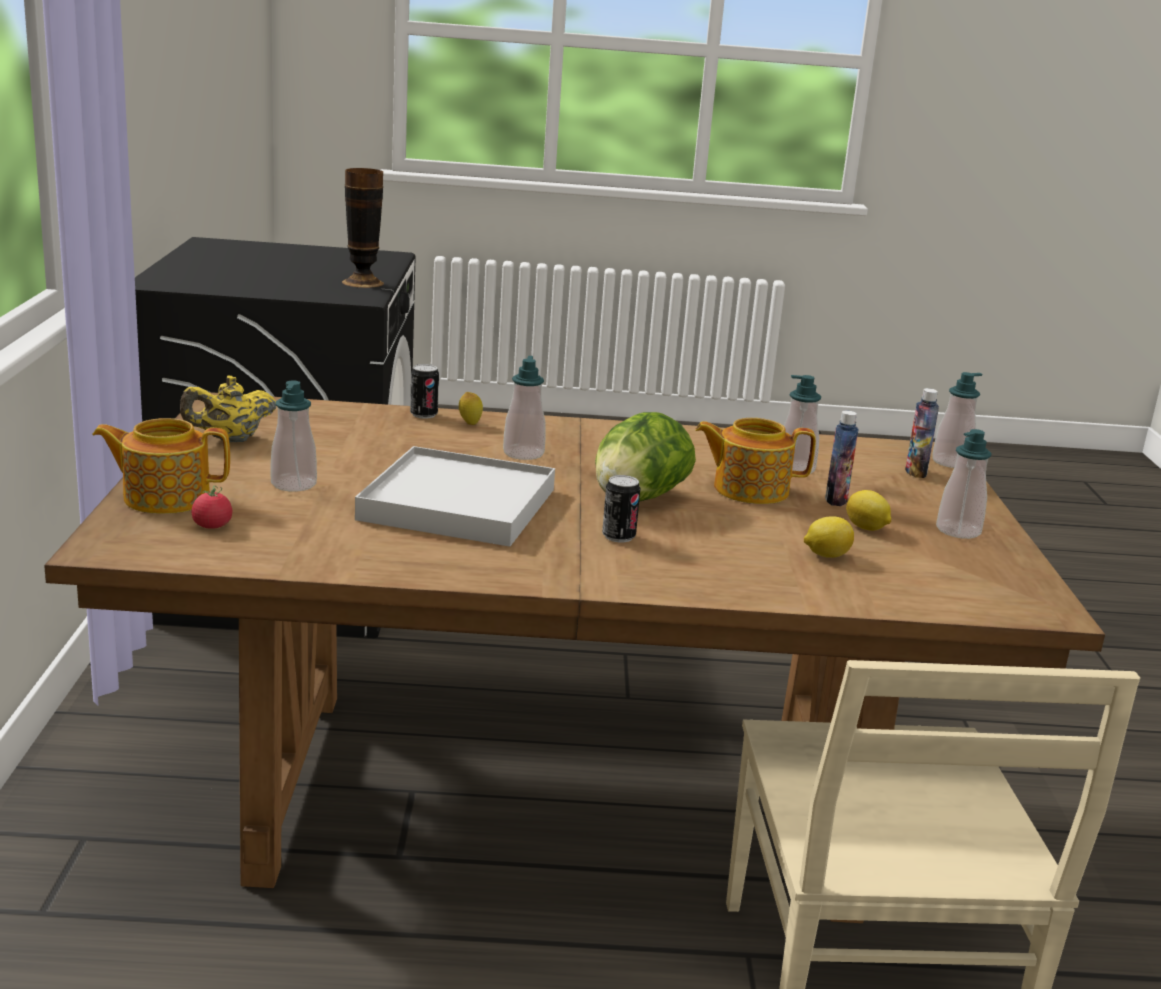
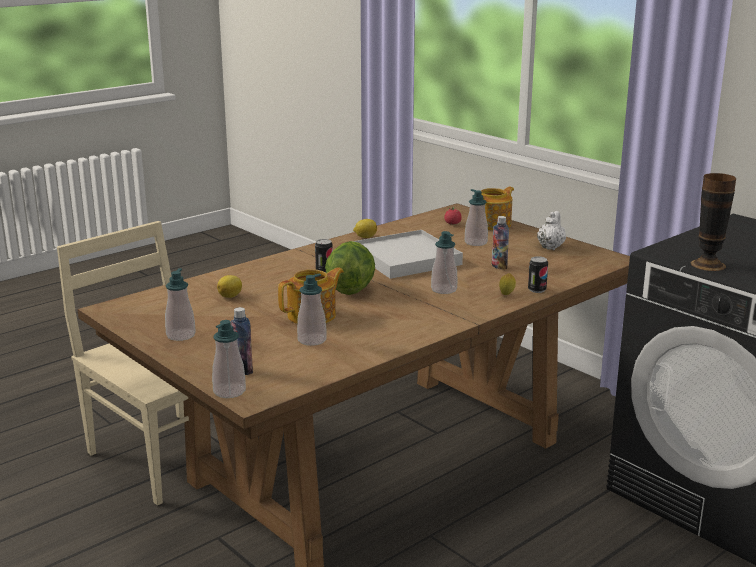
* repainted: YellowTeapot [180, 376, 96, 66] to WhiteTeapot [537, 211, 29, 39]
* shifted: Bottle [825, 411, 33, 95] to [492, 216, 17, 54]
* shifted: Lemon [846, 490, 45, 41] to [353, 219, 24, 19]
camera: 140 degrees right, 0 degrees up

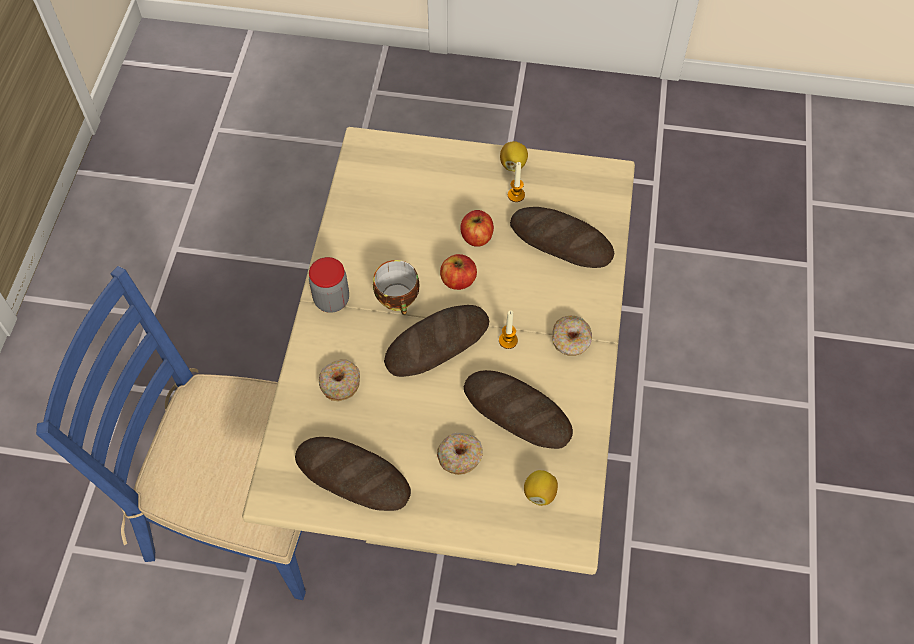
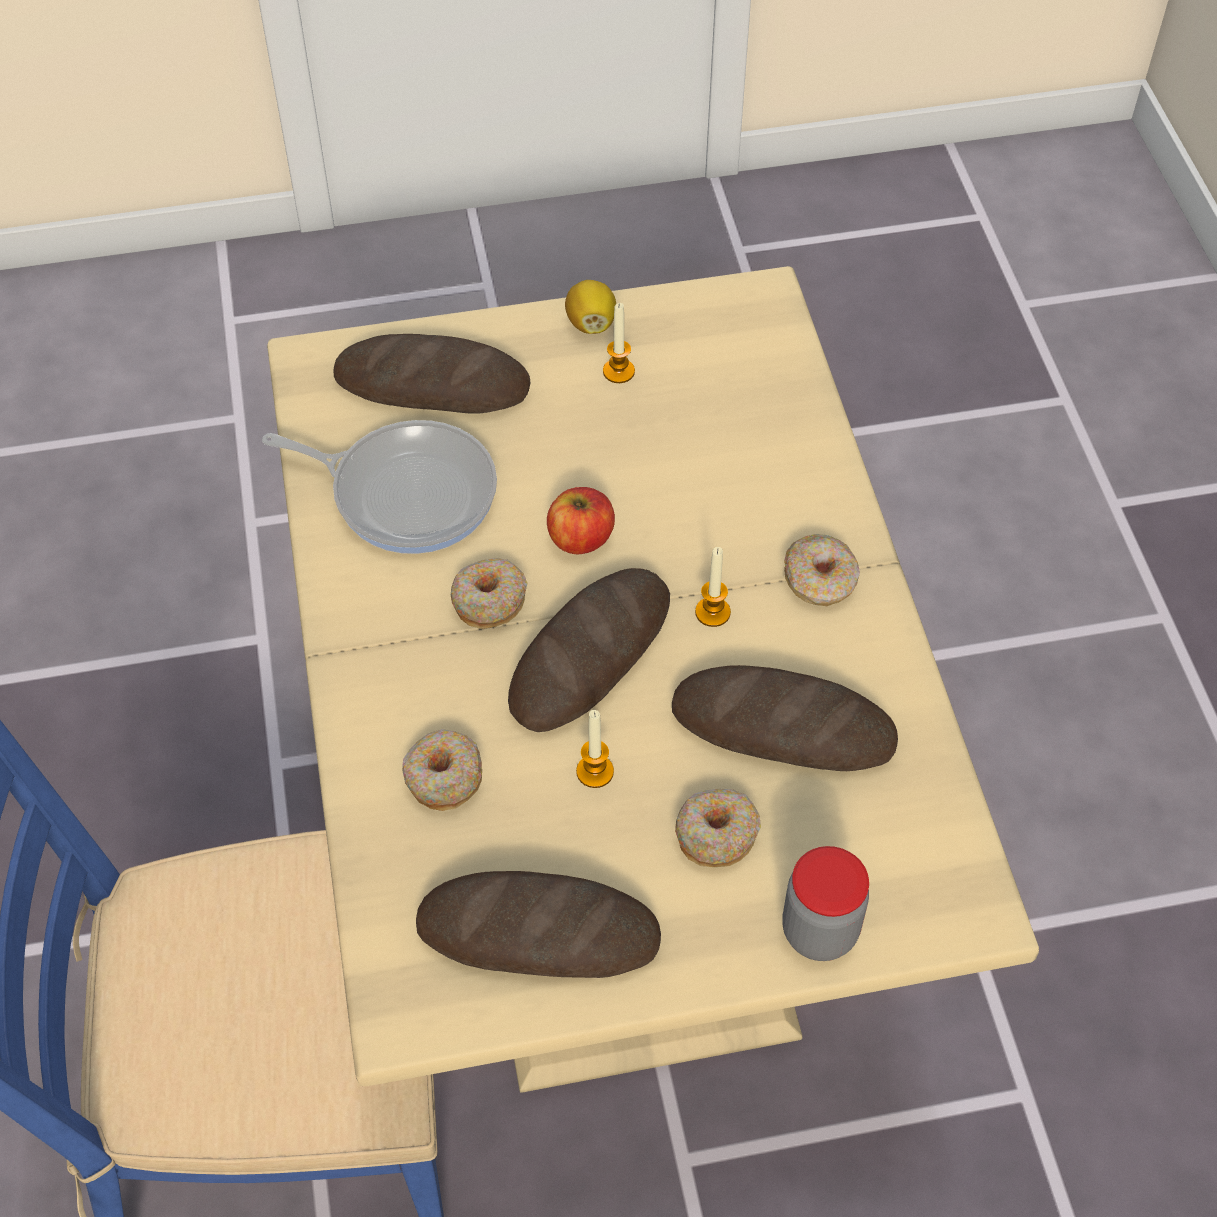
* shifted: Jar [309, 257, 40, 56] to [782, 846, 87, 115]
* swapped: Cup [373, 260, 46, 55] to Donut [451, 558, 76, 71]
* gone: Apple [460, 210, 34, 37]
* shifted: Bread [510, 207, 104, 61] to [334, 334, 196, 80]
* gone: Lemon [524, 470, 34, 36]
* new: FryingPan [262, 420, 235, 134]
* new: Candle [576, 710, 38, 78]
camera: 20 degrees left, 5 degrees down

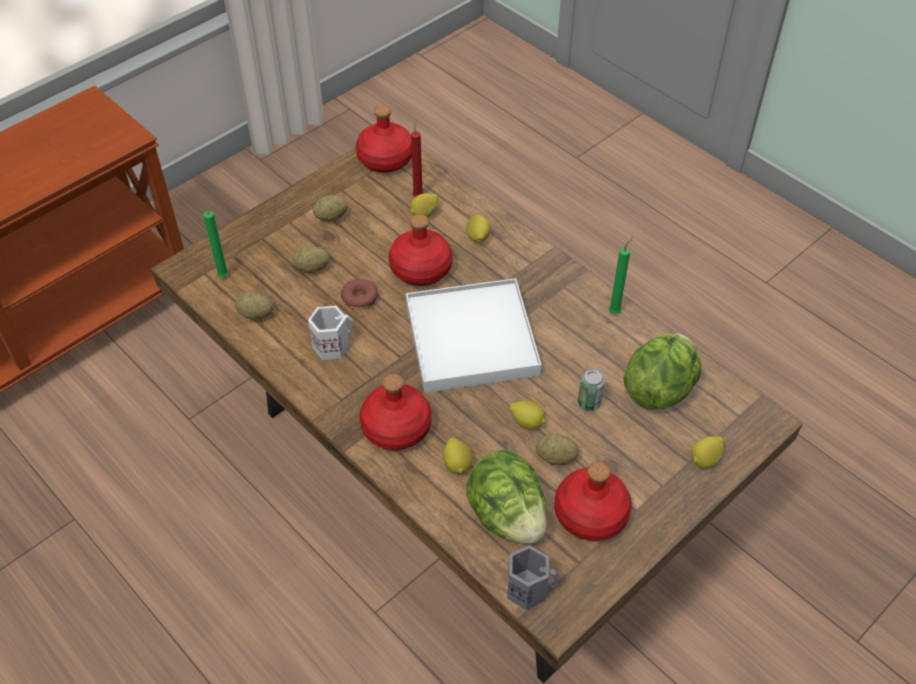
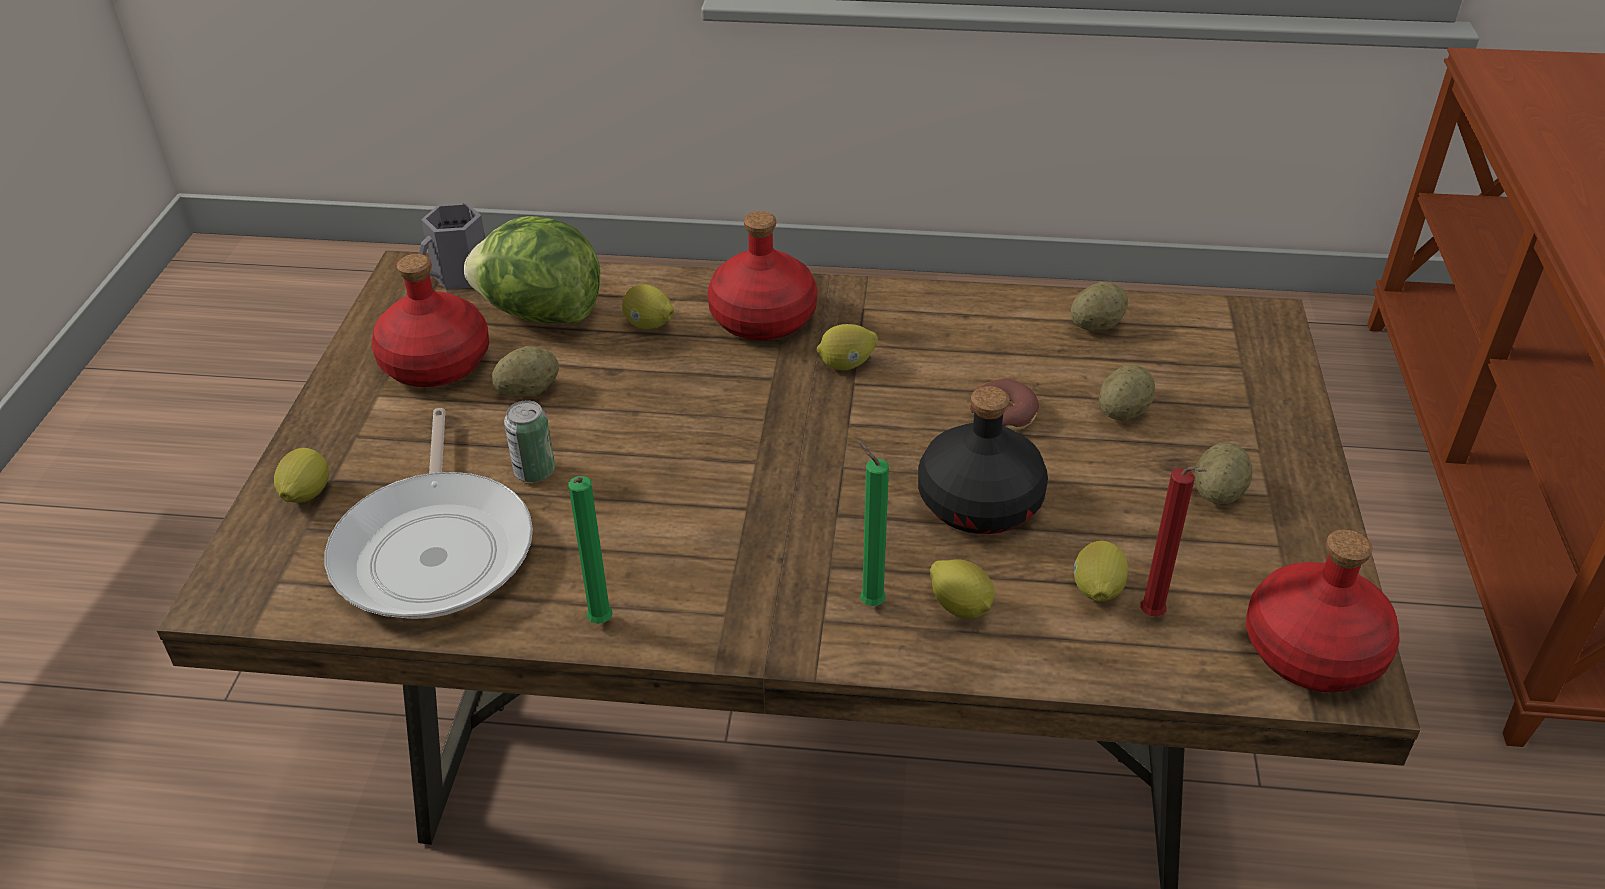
* shifted: GreenCandle [203, 211, 26, 67] to [858, 440, 31, 166]
* gone: WhiteMug [308, 306, 45, 54]
* repainted: RedBottle [389, 214, 64, 72] to BlackBottle [918, 386, 130, 148]
* gone: WhiteTray [406, 278, 135, 115]
* shifted: Lemon [509, 400, 36, 30] to [817, 324, 61, 46]
* swapped: Lettuce [623, 334, 78, 76] to FryingPan [325, 408, 208, 211]
camera: 140 degrees right, 10 degrees down

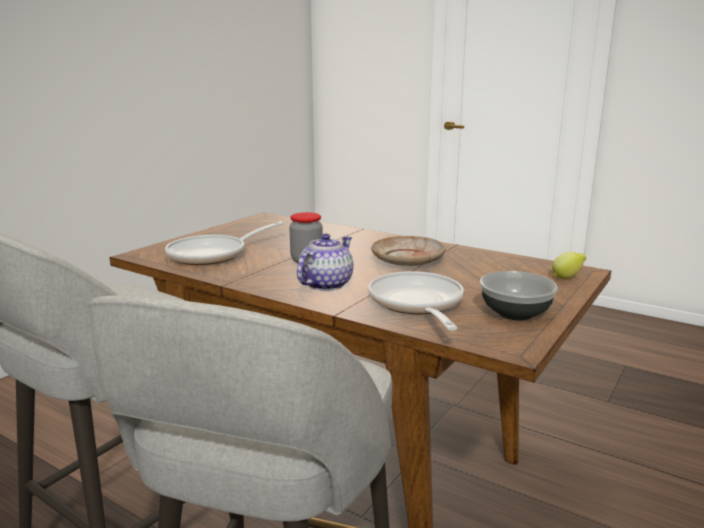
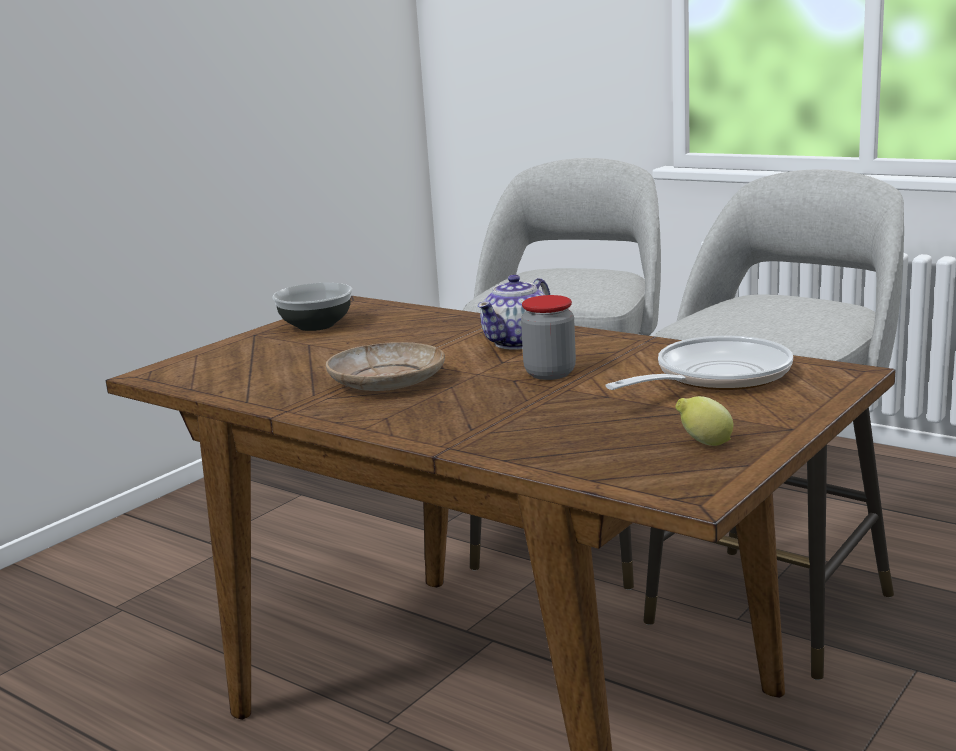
* gone: FryingPan [368, 271, 96, 60]
* shifted: Lemon [552, 252, 34, 27] to [675, 396, 58, 50]
camera: 175 degrees left, 0 degrees up

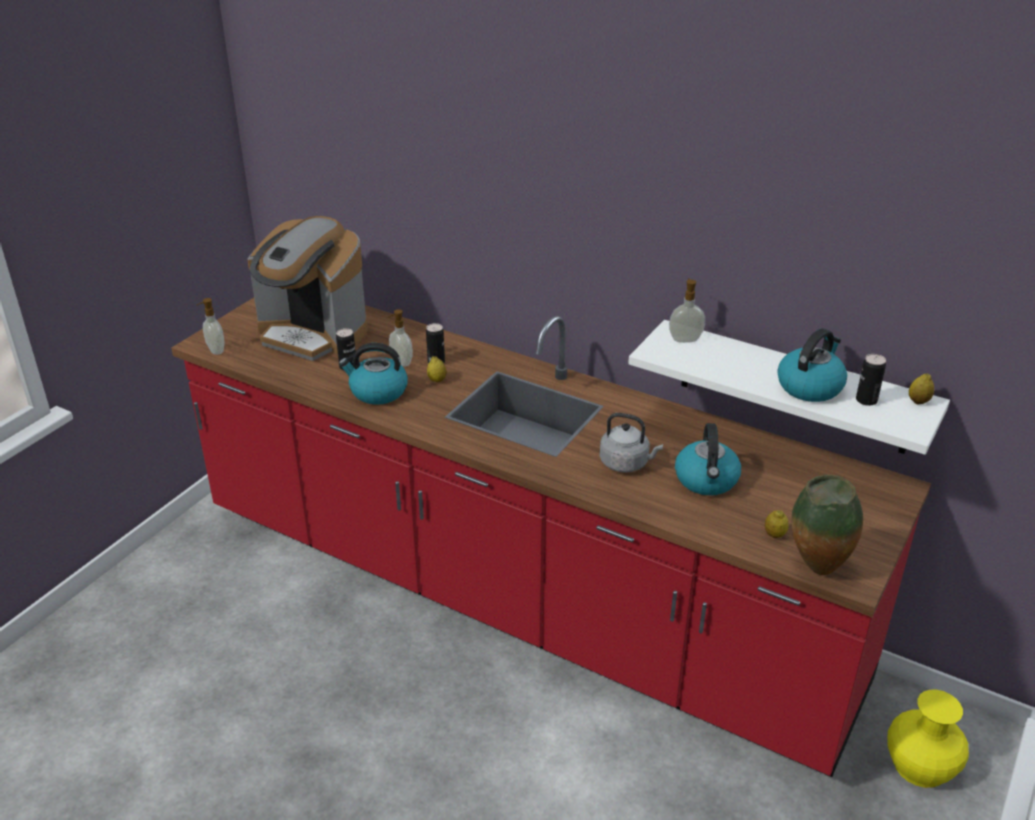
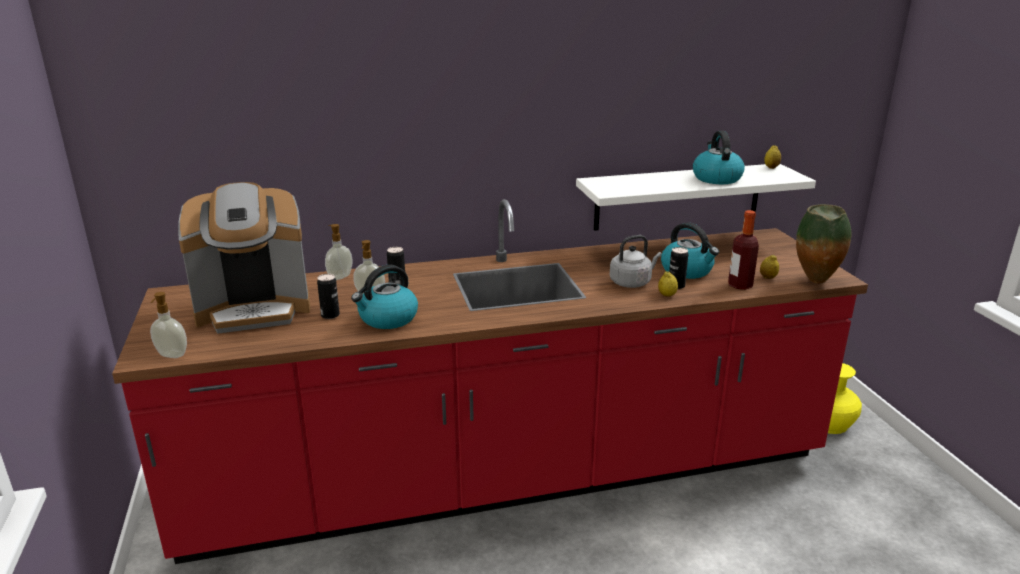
* shifted: Lemon [427, 356, 20, 26] to [658, 271, 20, 26]
* shifted: SoapDispenser [669, 278, 36, 65] to [325, 224, 27, 56]
* shifted: Can [856, 354, 30, 52] to [669, 247, 19, 42]
* new: Bottle [728, 210, 31, 80]
camera: 45 degrees left, 10 degrees down

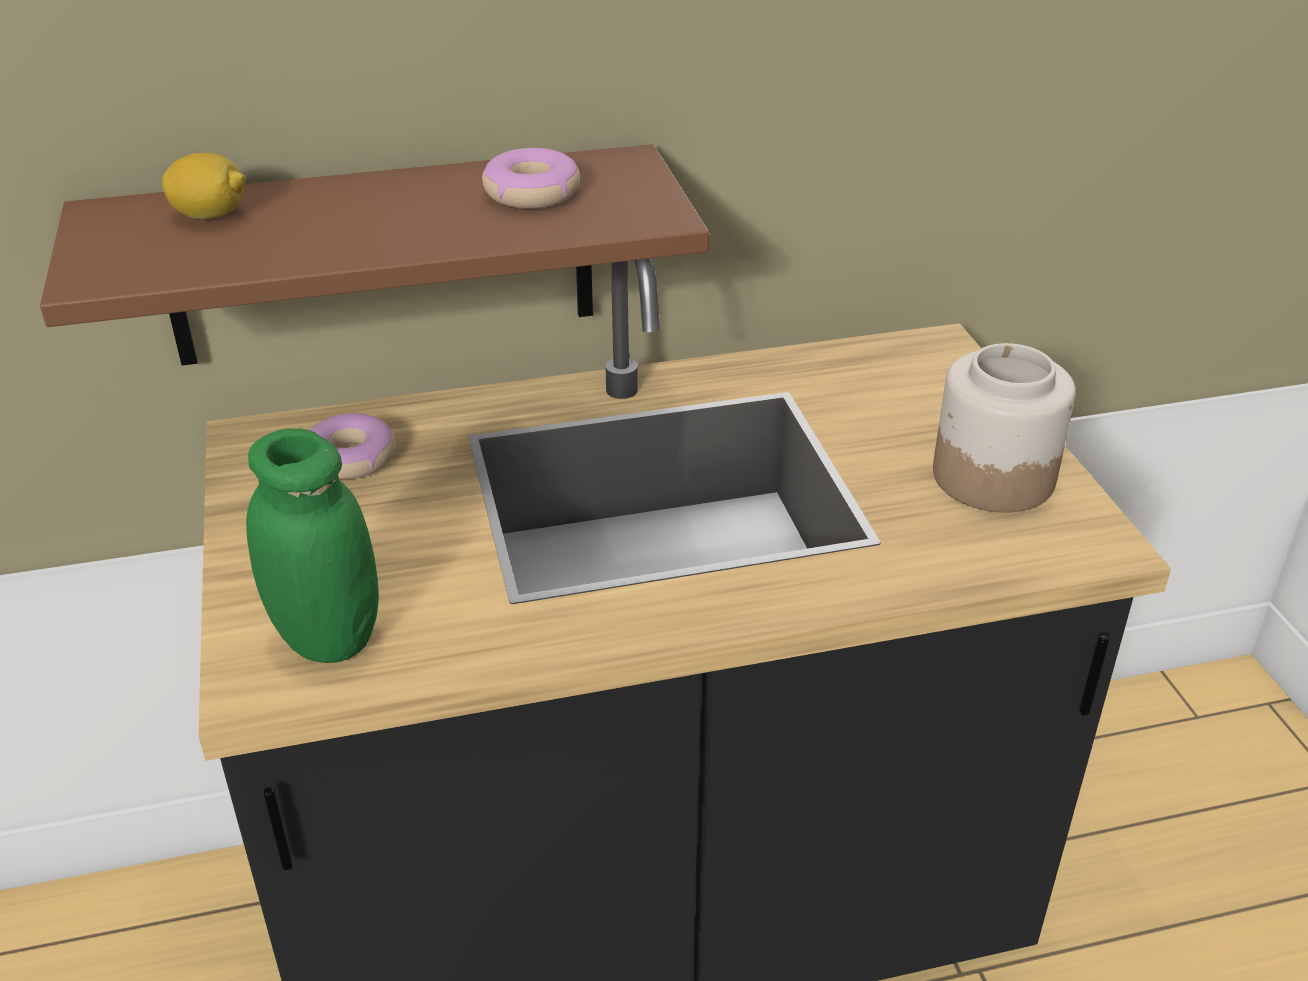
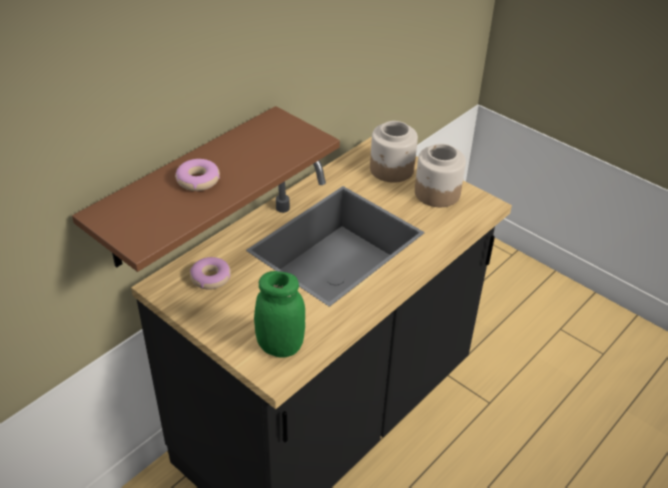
* gone: Lemon [162, 153, 84, 66]
* shifted: Donut [482, 148, 98, 61] to [175, 159, 45, 32]
* new: Jar [370, 121, 48, 62]
camera: 35 degrees left, 5 degrees up

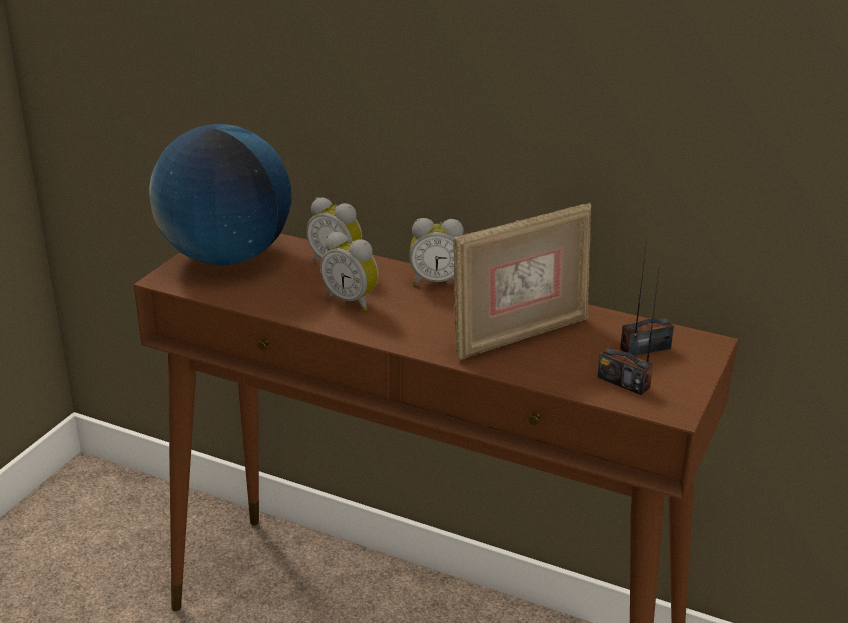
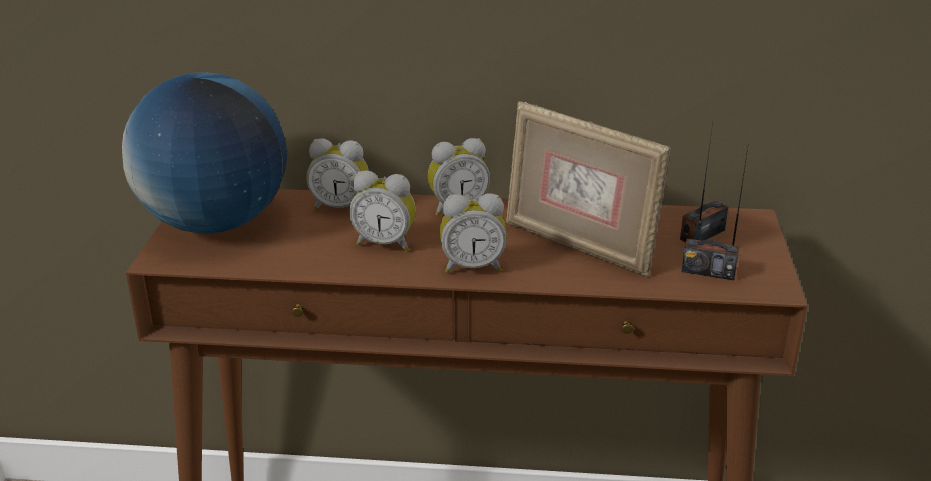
* rotated: PictureFrame [453, 203, 138, 158] = [506, 101, 165, 176] 90 degrees clockwise
* new: AlarmClock [440, 193, 67, 80]
camera: 20 degrees left, 0 degrees up

